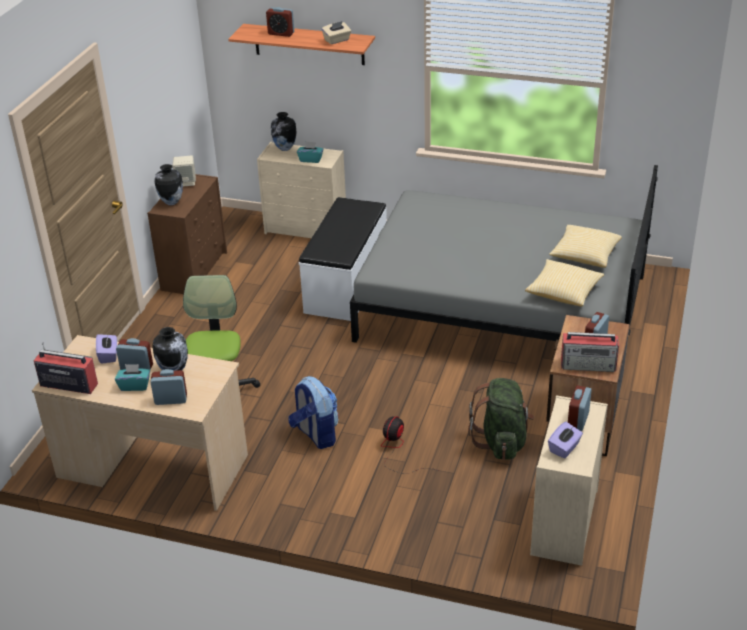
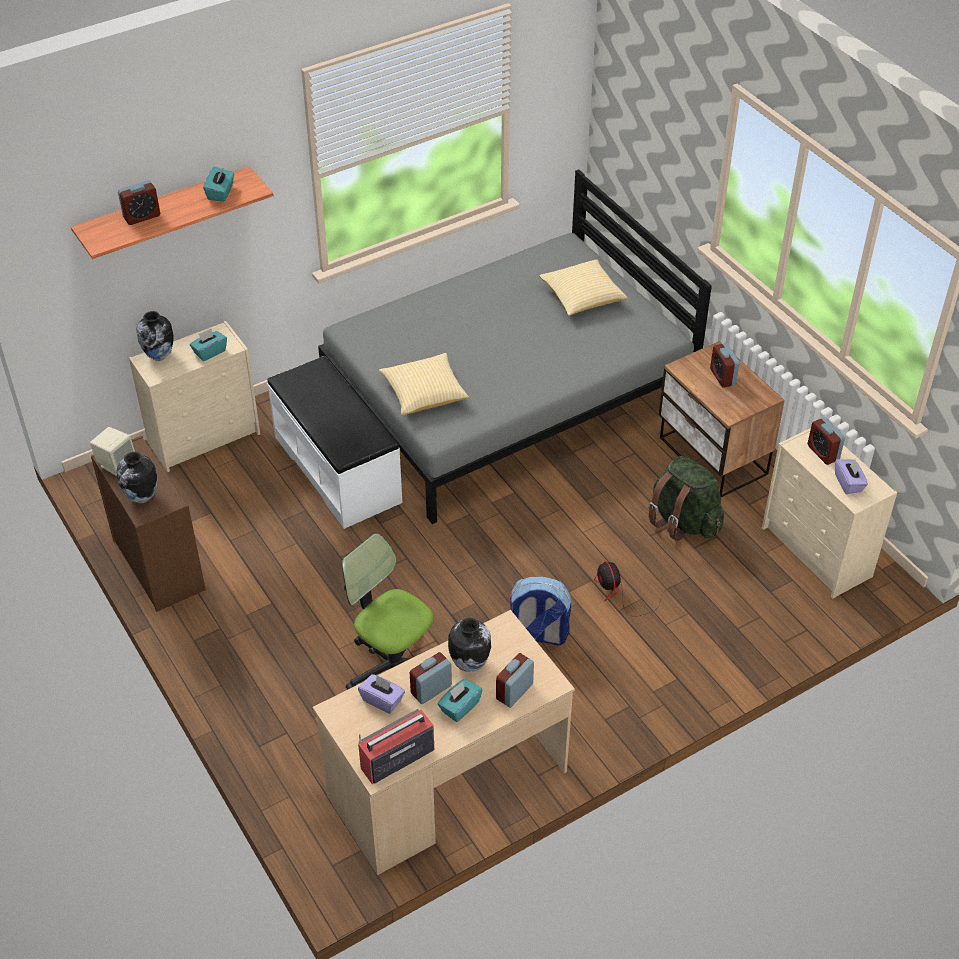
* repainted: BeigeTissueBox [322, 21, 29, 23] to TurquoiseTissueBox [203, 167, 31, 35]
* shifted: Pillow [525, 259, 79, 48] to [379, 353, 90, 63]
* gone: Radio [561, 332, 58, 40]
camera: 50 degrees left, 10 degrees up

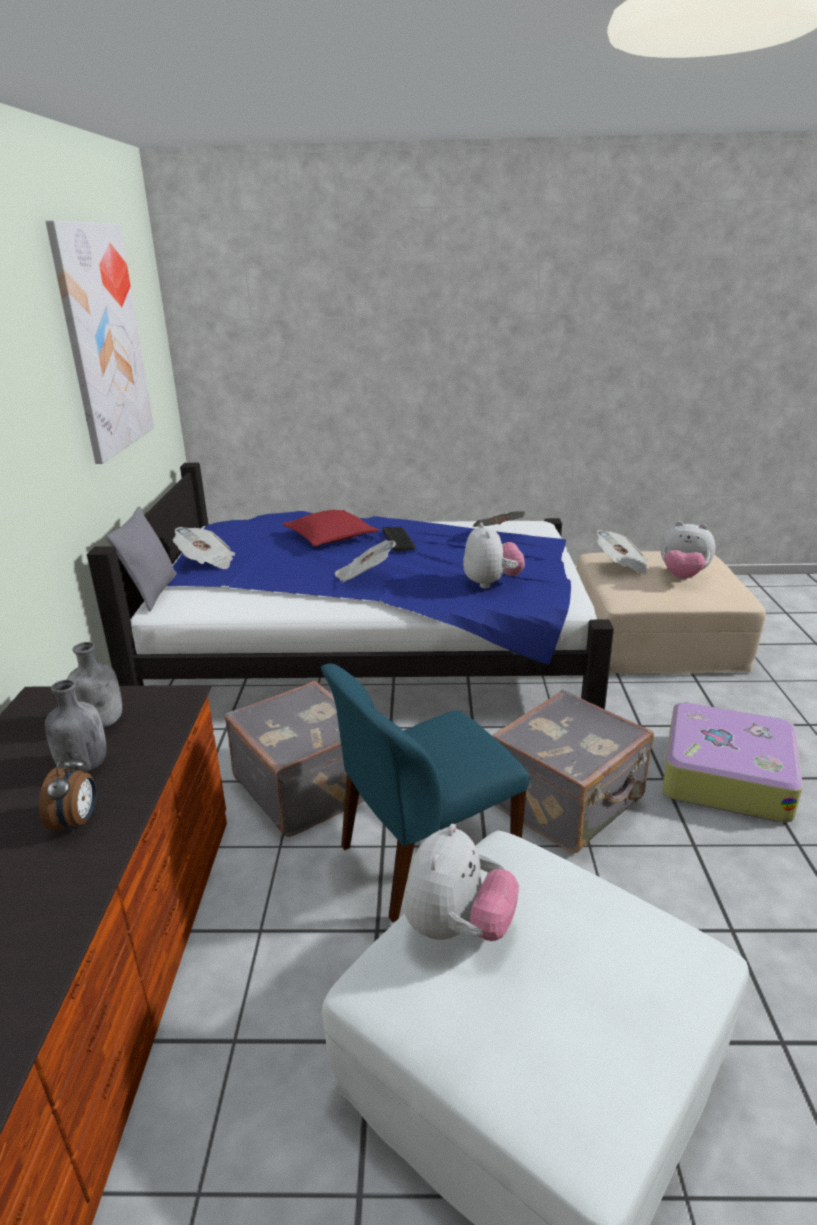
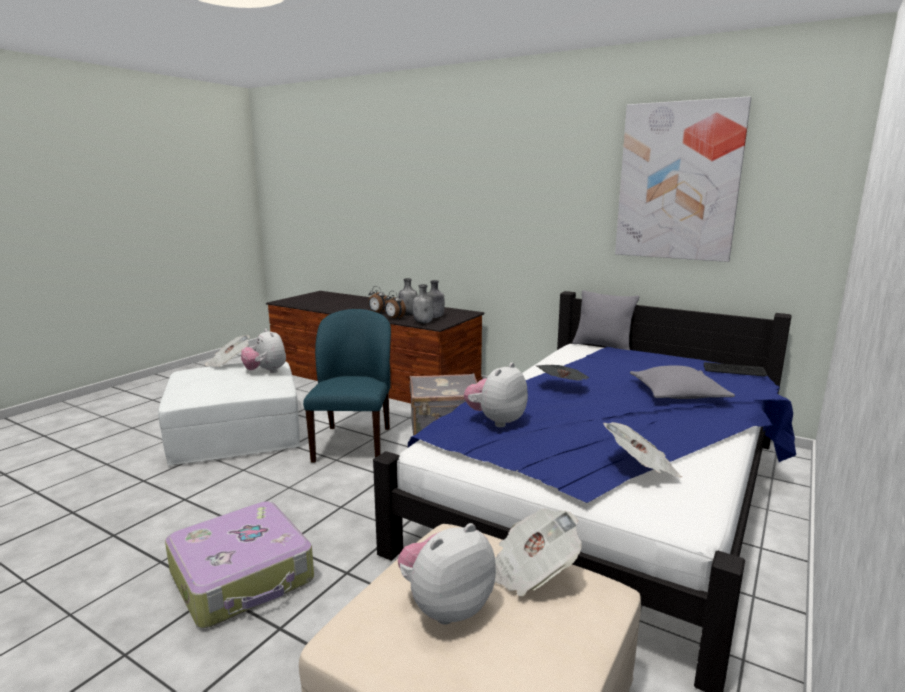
* shifted: Newspaper [173, 527, 62, 42] to [205, 335, 45, 32]
* repainted: RedPillow [282, 510, 97, 36] to GreyPillow [630, 365, 105, 34]
* shifted: Keyboard [382, 527, 34, 25] to [704, 362, 63, 14]
* rotated: PlushToy [463, 523, 62, 66] = [464, 362, 64, 65] 105 degrees clockwise
* gone: GreySuitcase [491, 690, 163, 163]
* new: AlarmClock [385, 291, 21, 28]
* new: GreyBottle [413, 284, 21, 40]
camera: 120 degrees right, 10 degrees down

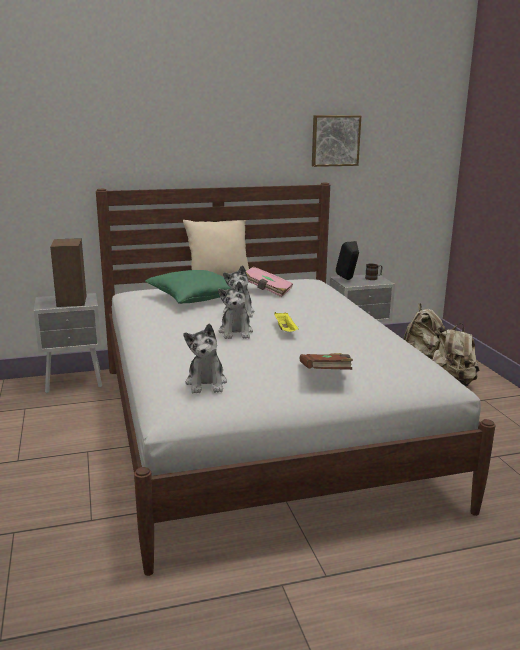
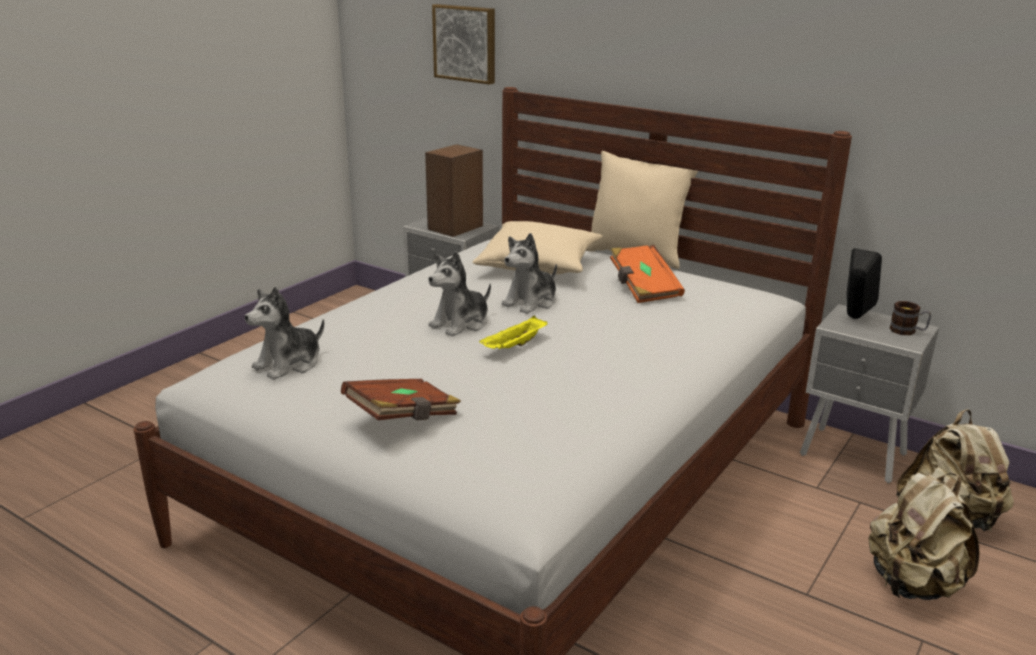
* repainted: GreenPillow [145, 270, 86, 34] to BeigePillow [472, 221, 130, 53]
* repainted: PinkBook [246, 266, 47, 31] to OrangeBook [610, 245, 75, 58]
* shifted: Picture [312, 115, 49, 52] to [432, 4, 63, 81]
camera: 50 degrees right, 5 degrees up

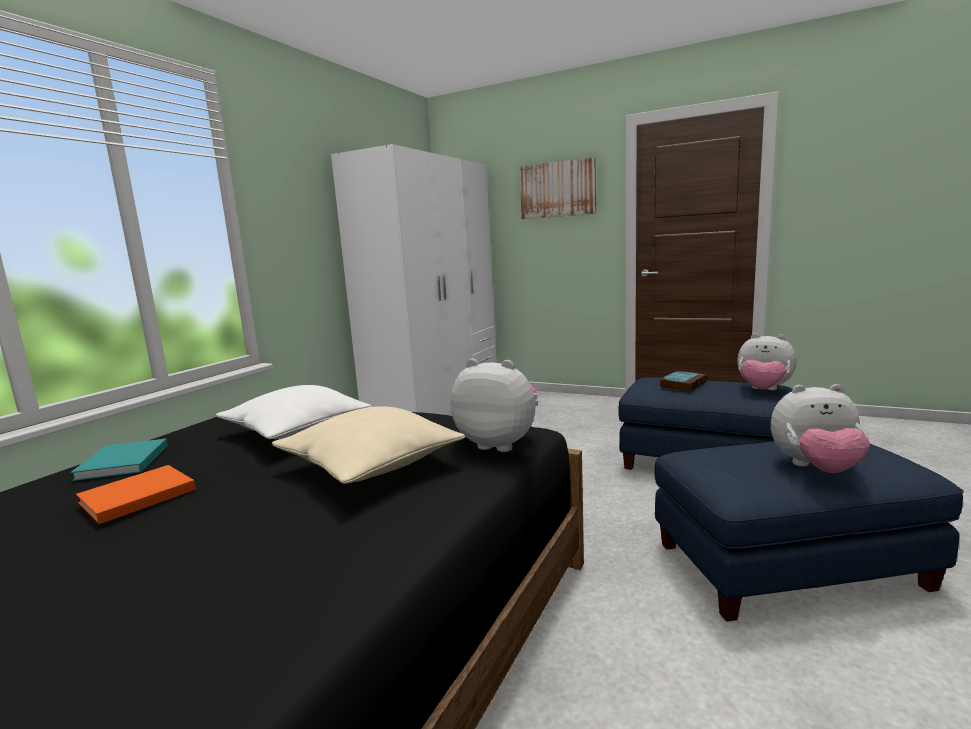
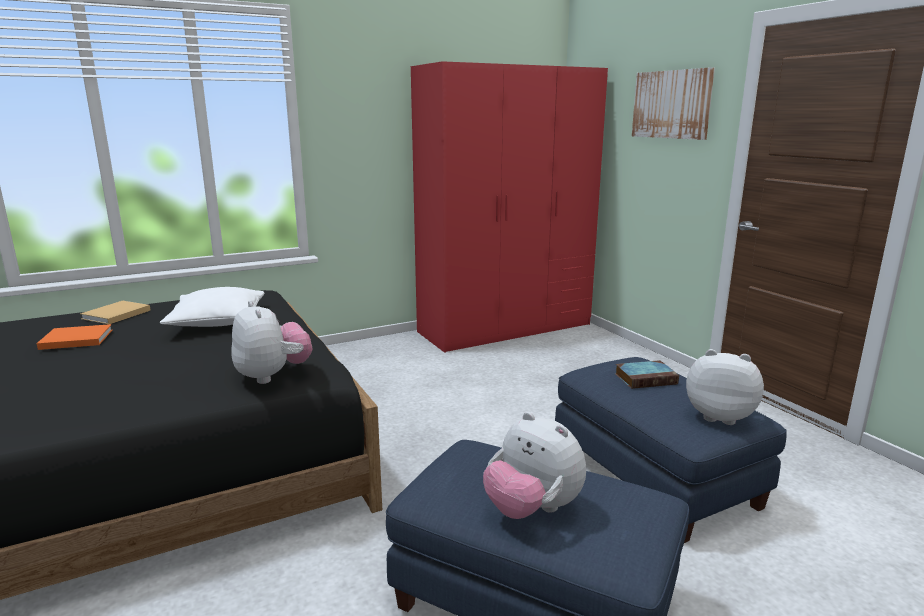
* repainted: TurquoiseBook [70, 439, 98, 42] to BeigeBook [80, 301, 70, 23]
* gone: BeigePillow [272, 406, 193, 78]
* repainted: WhiteWardrobe [331, 144, 166, 272] to RedWardrobe [411, 61, 197, 292]
* rotated: PlushToy [737, 333, 60, 57] = [686, 349, 78, 76] 135 degrees clockwise
camera: 35 degrees right, 5 degrees up

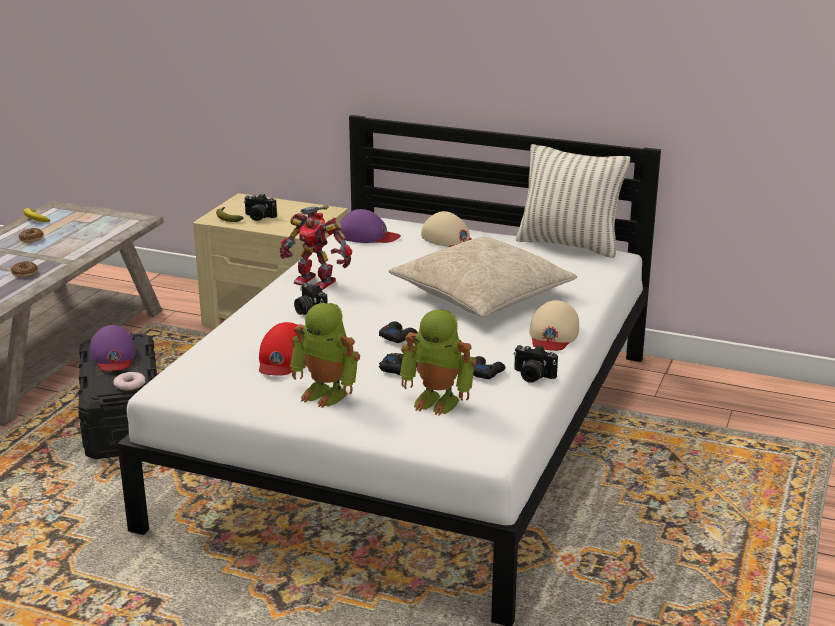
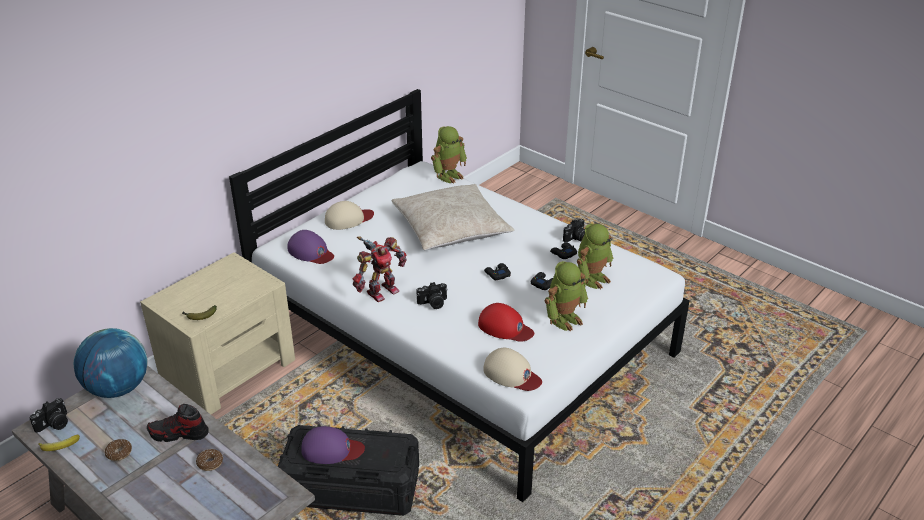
* gone: Donut [113, 372, 32, 19]
* shifted: PhotoCamera [244, 194, 33, 27] to [29, 398, 39, 35]
* rotated: PurpleCap [340, 209, 61, 34] = [287, 230, 47, 34] 90 degrees clockwise
* gone: Pillow [516, 144, 114, 114]
* shifted: BeigeCap [529, 300, 50, 51] to [483, 348, 59, 43]
* new: Globe [74, 328, 74, 70]
* new: Shoe [147, 404, 62, 38]
* new: ToyRobot [431, 126, 36, 58]
camera: 70 degrees left, 10 degrees up

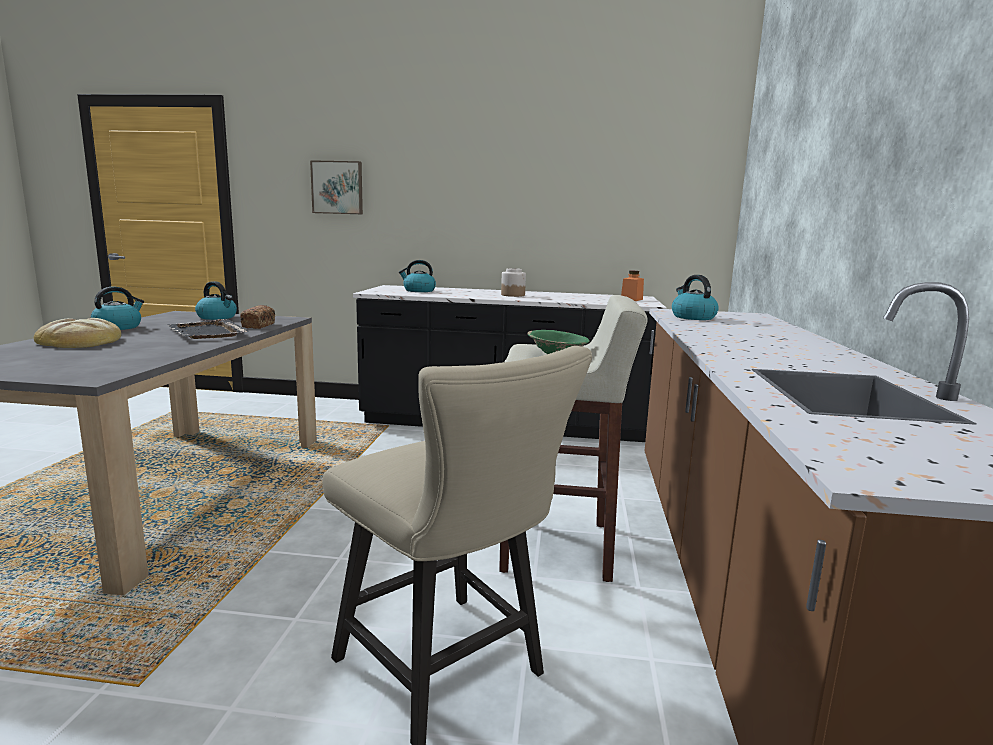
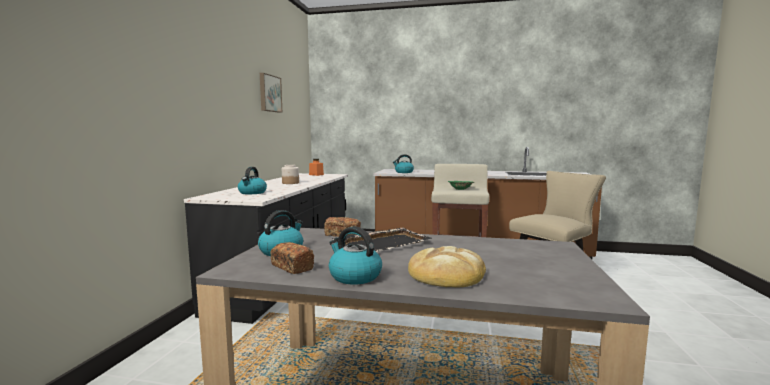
* shifted: Picture [310, 160, 53, 54] to [260, 73, 22, 40]
* new: Bread [270, 242, 44, 32]
camera: 85 degrees left, 5 degrees down

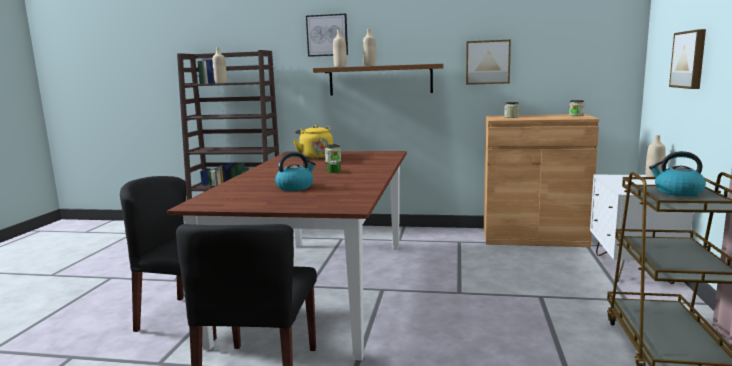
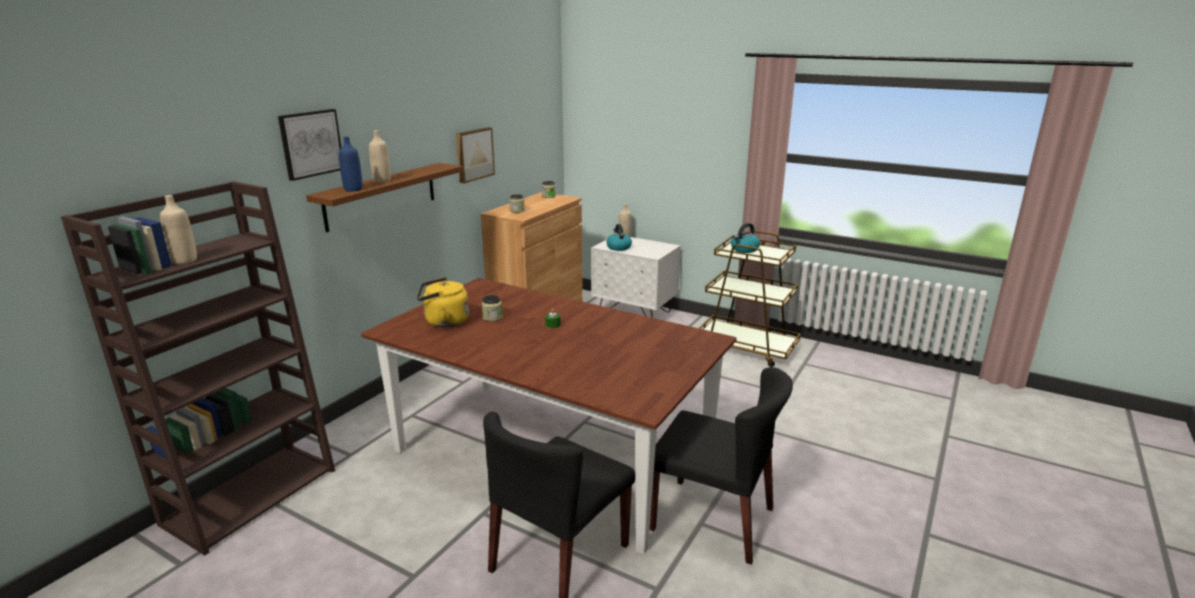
* shifted: Kettle [275, 152, 41, 39] to [606, 224, 26, 27]
* repainted: BeigeBottle [333, 30, 14, 37] to BlueBottle [339, 137, 24, 55]
* gone: Picture [669, 29, 37, 60]
camera: 70 degrees left, 10 degrees up

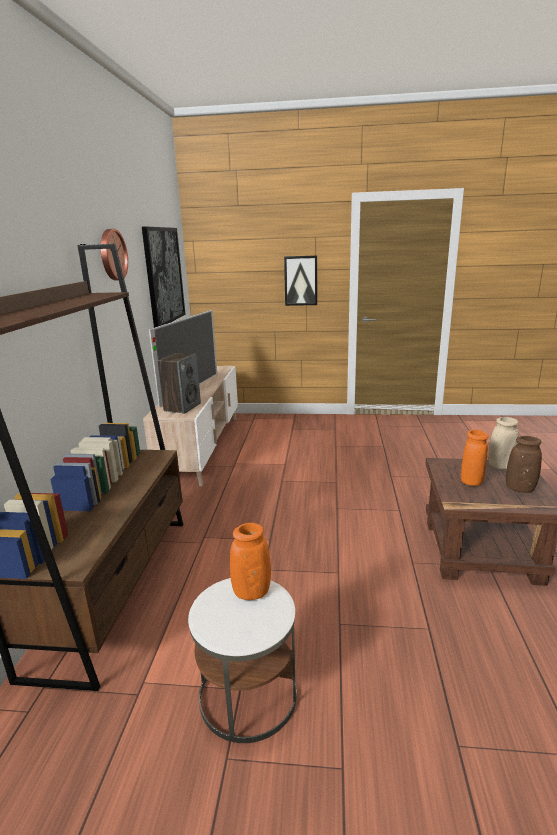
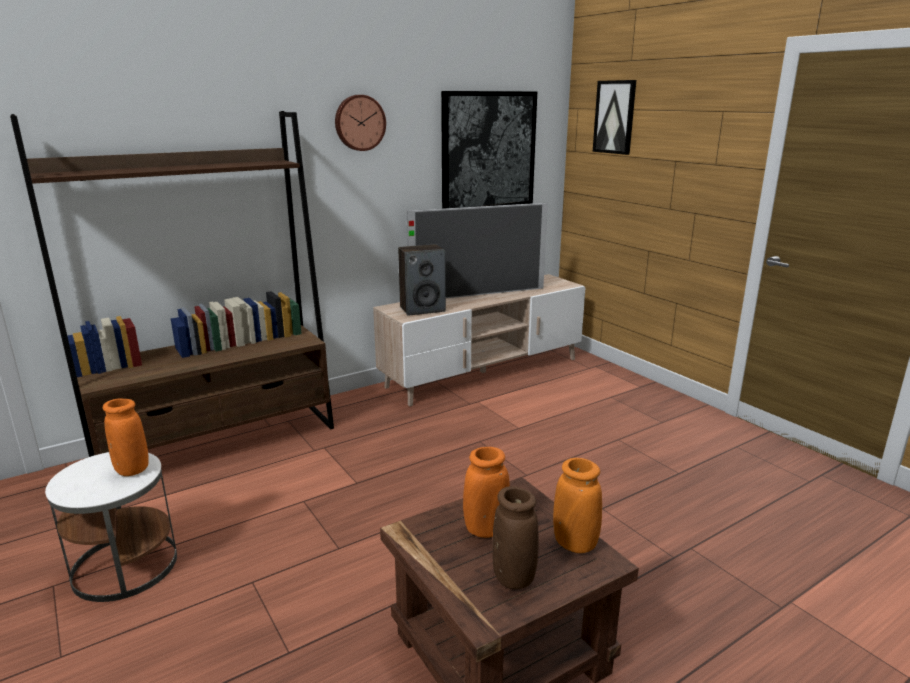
* shifted: Picture [284, 256, 33, 50] to [593, 80, 43, 75]
* repainted: BeigeVase [488, 417, 31, 52] to OrangeVase [553, 458, 49, 95]
camera: 50 degrees right, 0 degrees up

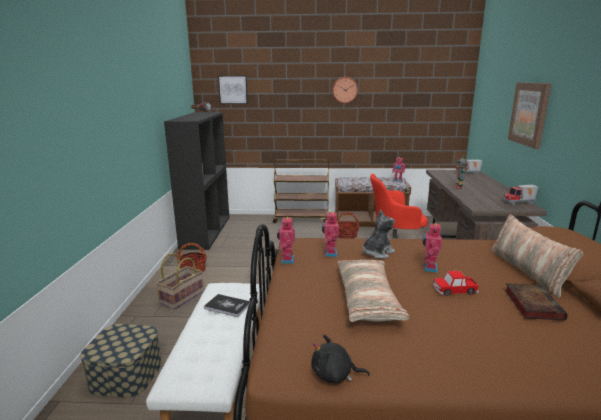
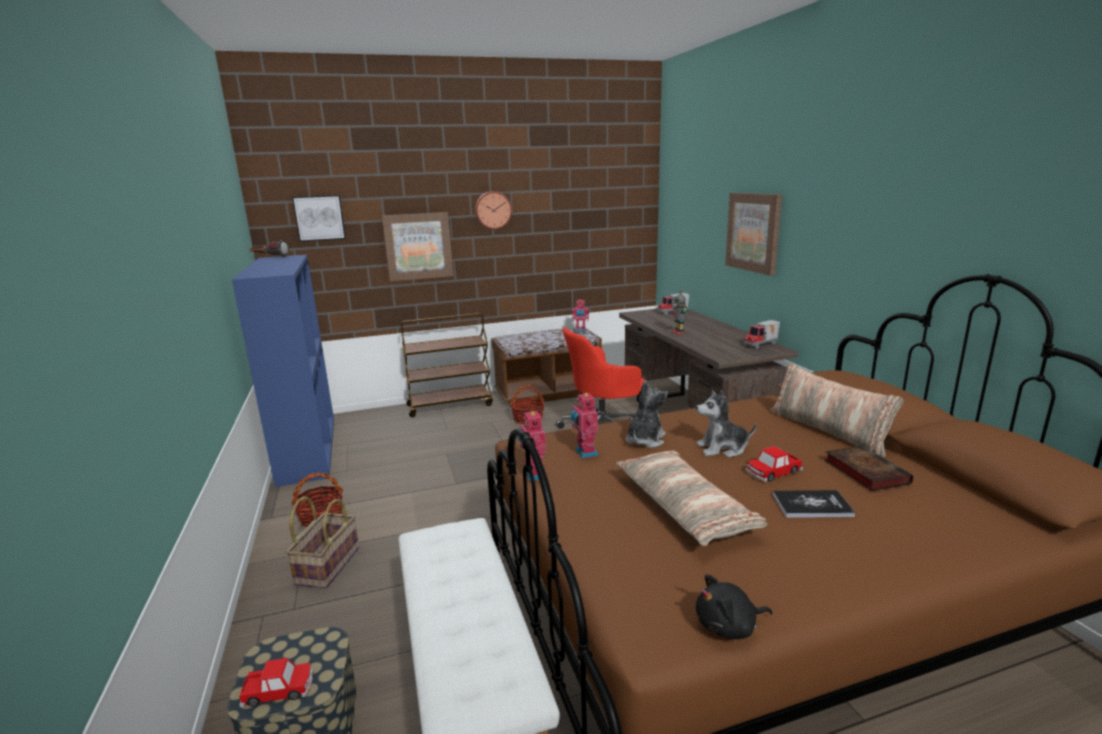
* repainted: BlackBookcase [164, 112, 65, 138] to BlueBookcase [232, 255, 102, 232]
* shifted: Book [204, 294, 46, 23] to [772, 490, 83, 28]
* swapped: ToyRobot [423, 222, 19, 51] to PlushToy [696, 390, 61, 68]
* new: ToyCar [239, 658, 74, 49]
* new: Picture [382, 212, 71, 69]
camera: 20 degrees left, 0 degrees up

